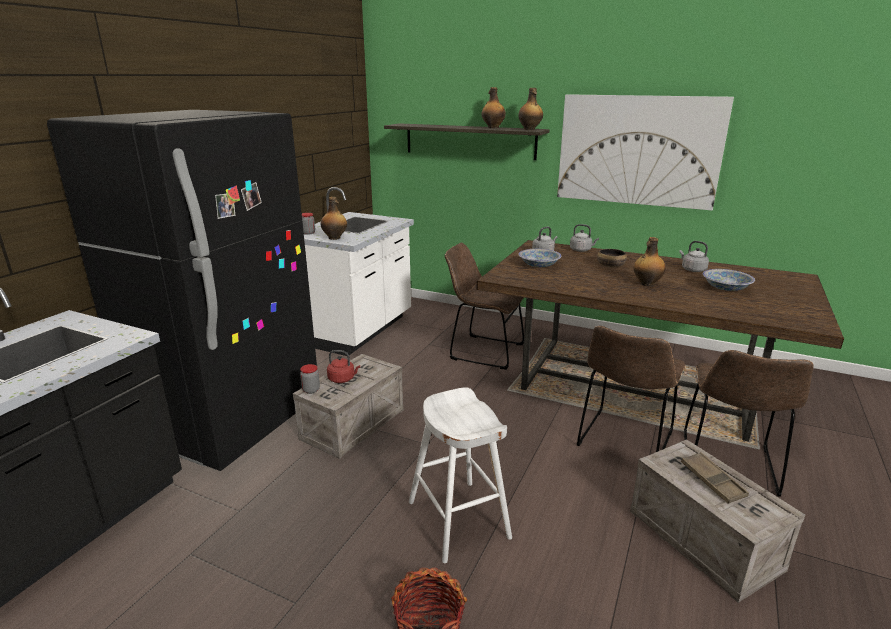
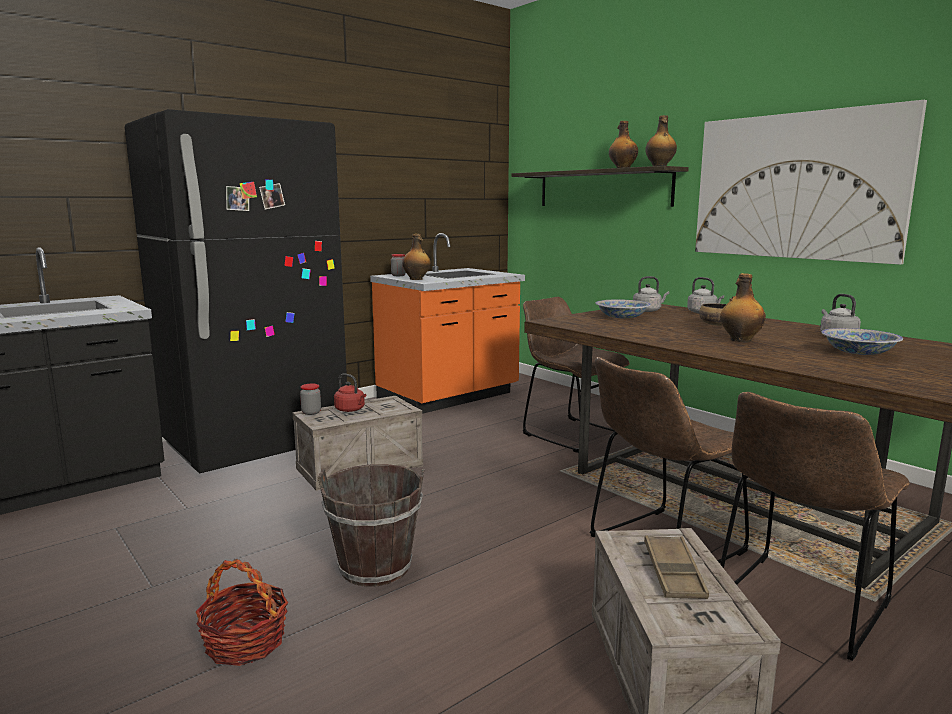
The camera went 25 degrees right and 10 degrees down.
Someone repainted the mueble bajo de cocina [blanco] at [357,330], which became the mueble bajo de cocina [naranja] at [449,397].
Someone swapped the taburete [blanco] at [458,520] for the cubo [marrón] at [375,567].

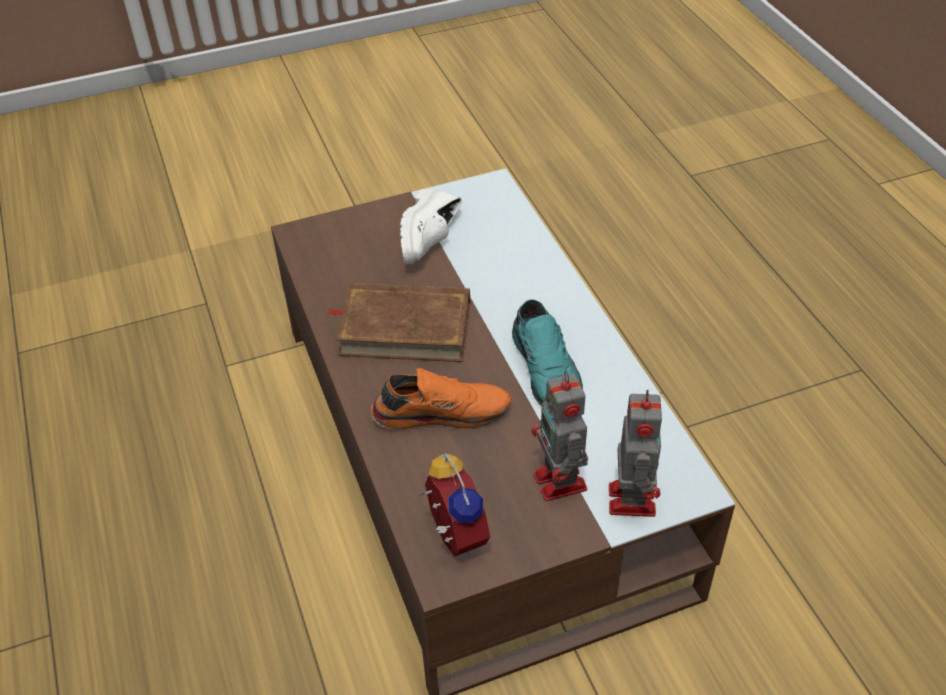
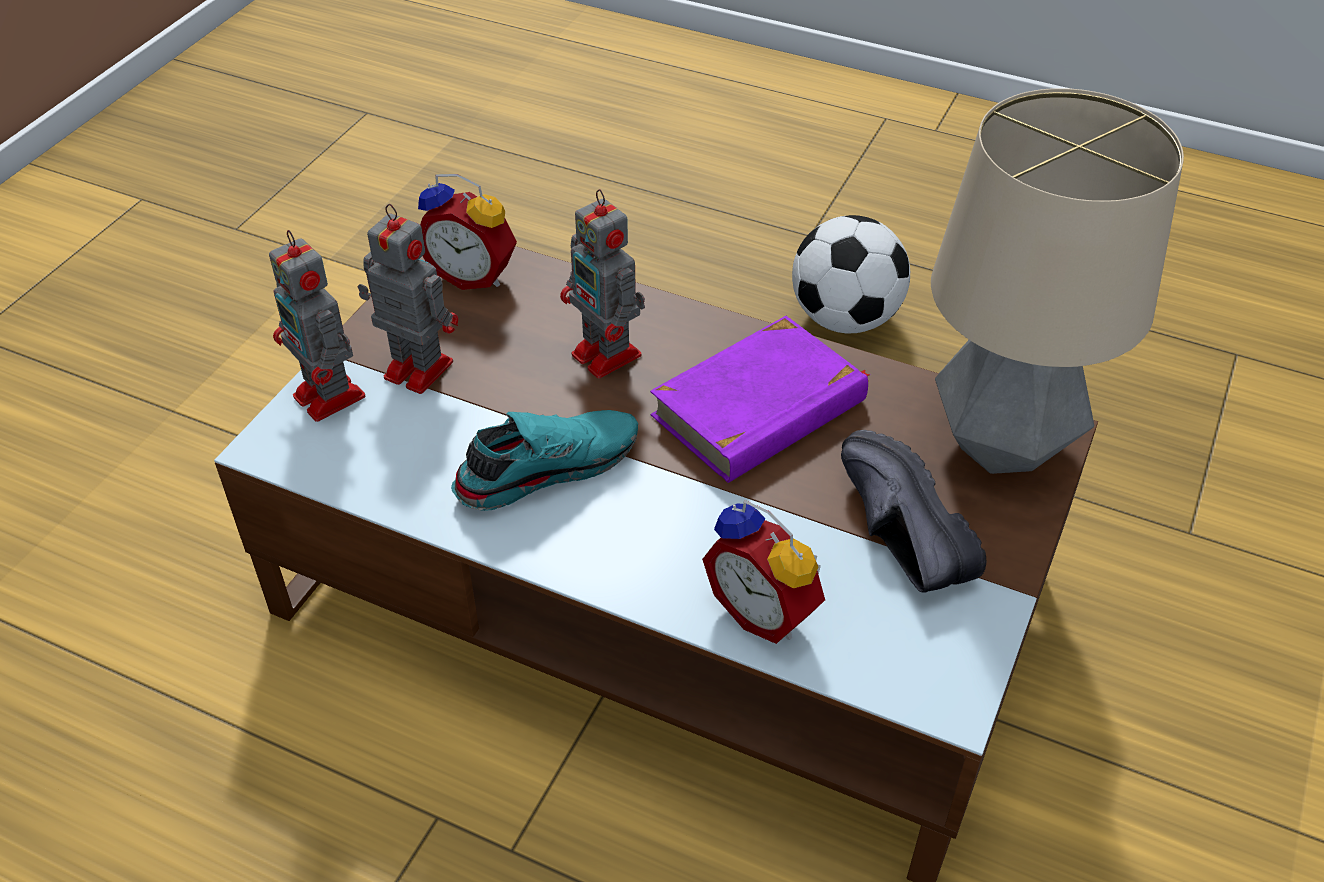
The camera went 135 degrees right and 0 degrees up.
Someone repainted the libro [marrón] at [405,328], which became the libro [morado] at [760,409].
Someone swapped the zapato [naranja] at [441,411] for the robot de juguete at [608,357].
Someone repainted the zapato [blanco] at [432,240], which became the zapato [negro] at [892,538].
Someone rotated the zapato [turquesa] at [548,370] by 120 degrees clockwise.
Someone put down the despertador at [765,611].
Someone put down the balón de fútbol at [845,318].
Someone put down the lámpara de mesa at [1000,446].

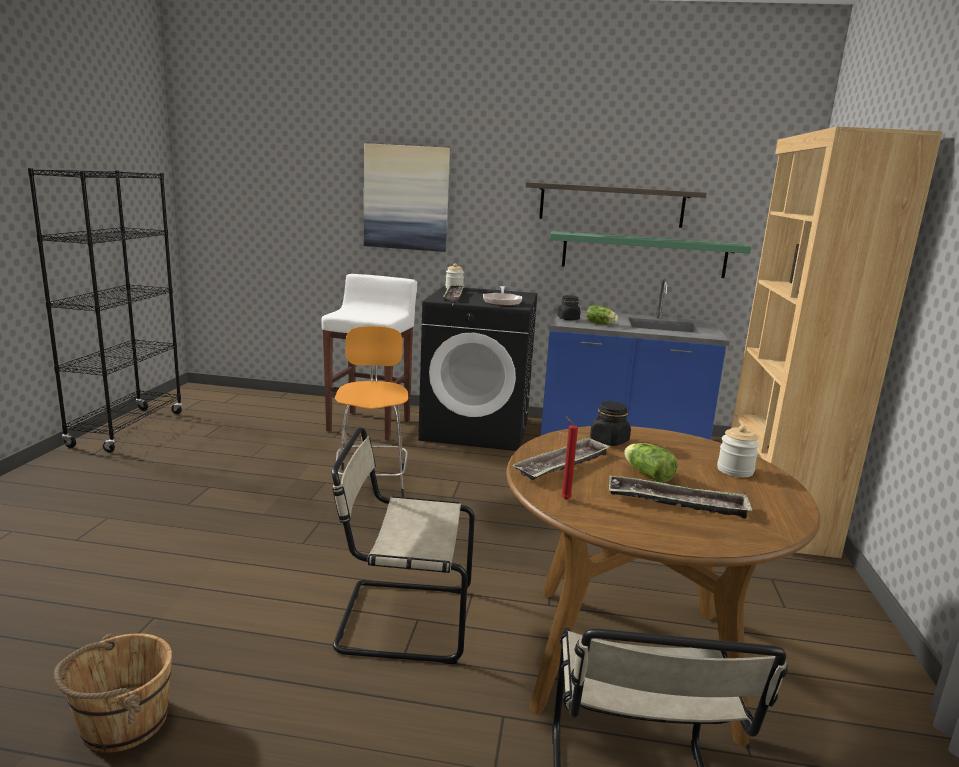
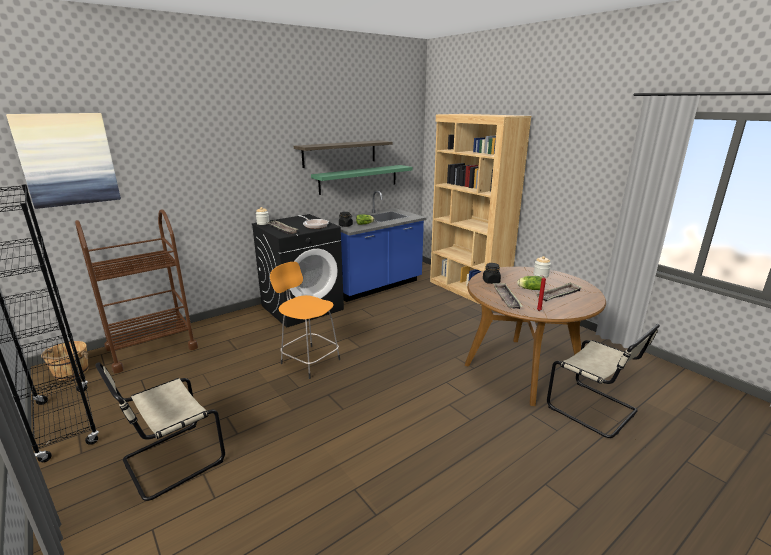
The camera went 45 degrees left and 5 degrees up.
Someone carried the cubo [marrón] from [122,722] to [71,372].
Someone took away the taburete [blanco] at [370,425].
Someone carried the silla [beis] from [399,620] to [170,462].
Someone carried the cuadro from [406,198] to [68,159].
Someone put down the carrito [marrón] at [152,348].

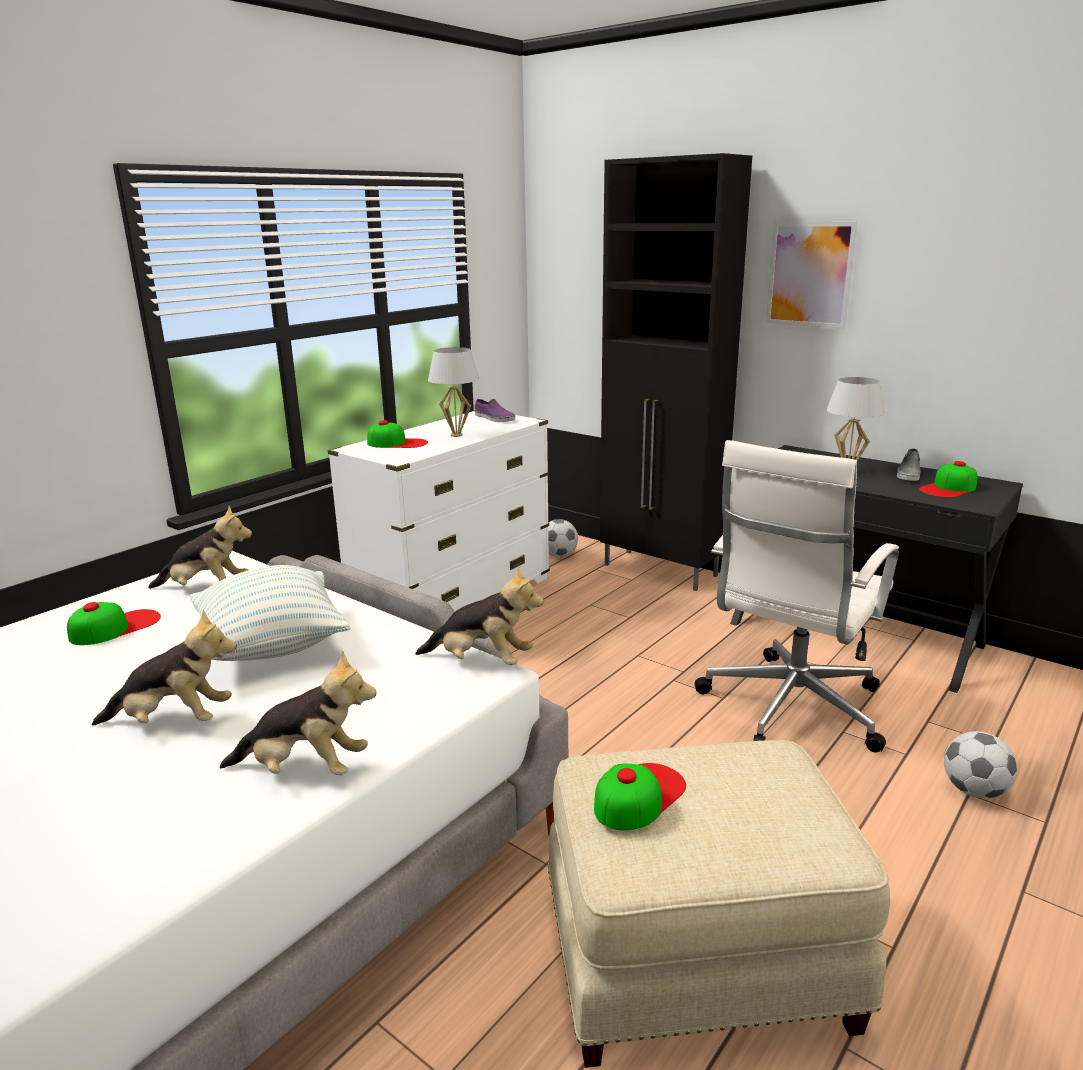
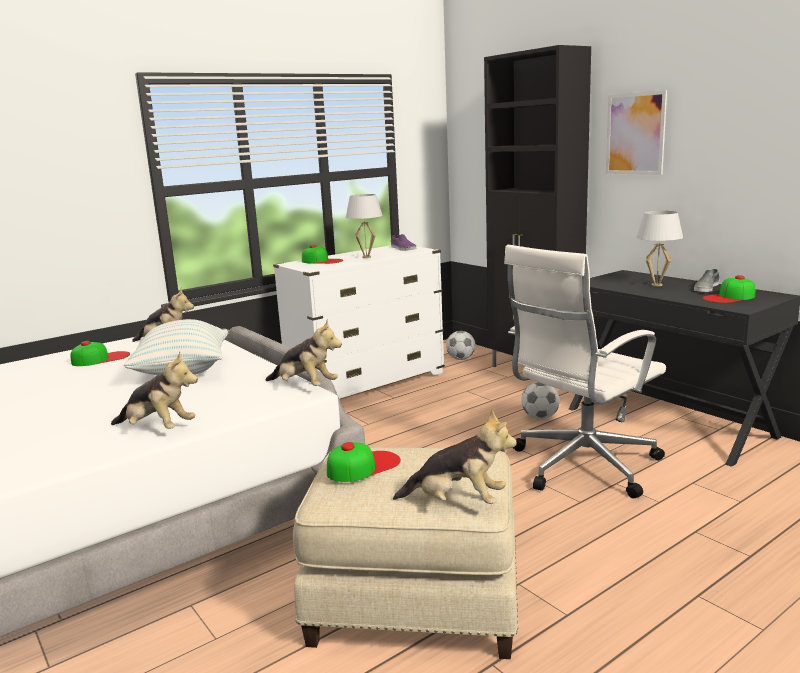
The camera went 15 degrees right and 5 degrees down.
Someone carried the peluche from [173,721] to [457,502].
Someone carried the balón de fútbol from [974,791] to [540,417].

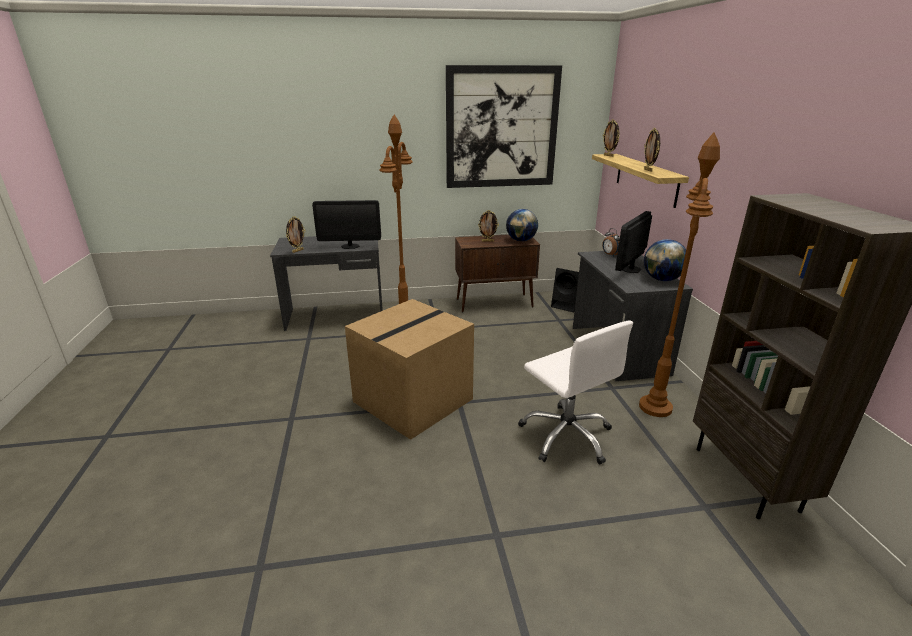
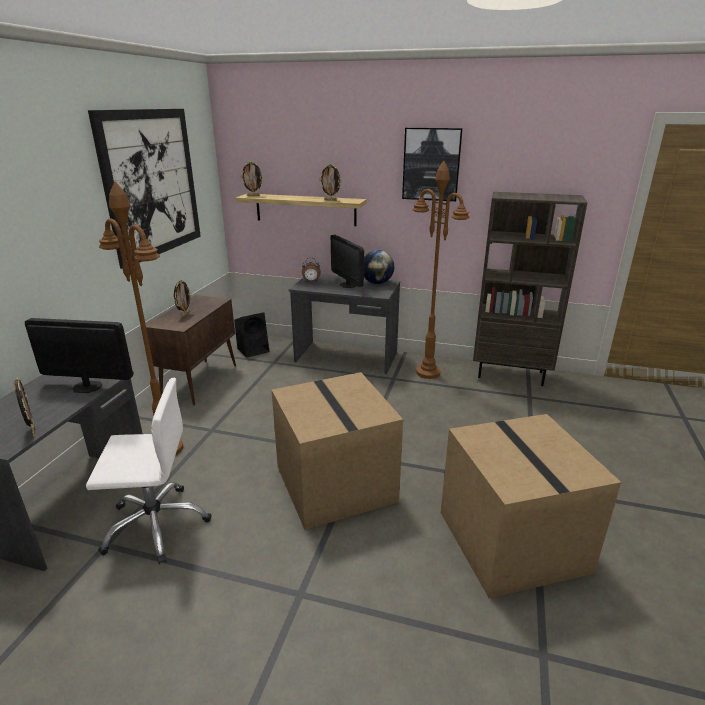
The camera went 65 degrees left and 0 degrees up.
Someone rotated the monitor at [350,246] by 105 degrees counterclockwise.
Someone took away the globo terráqueo at [521,240].
Someone carried the silla de oficina [blanco] from [566,435] to [156,524].
Someone put up the cuadro at [431,164].
Someone put down the caja de cartón at [514,542].

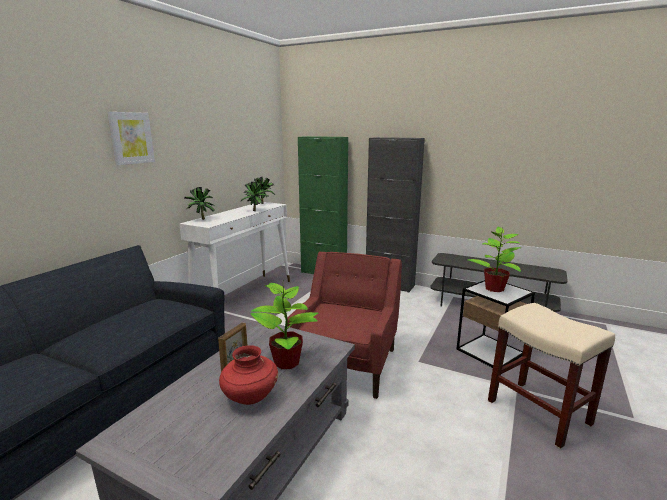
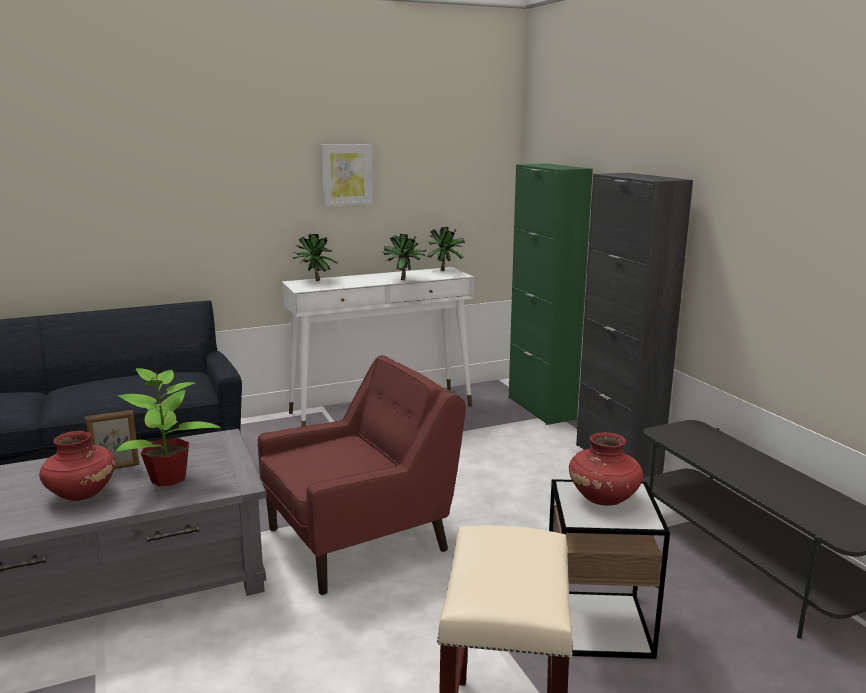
The camera went 40 degrees right and 0 degrees up.
Someone carried the cuadro from [131,138] to [346,174].
Someone swapped the planta en maceta at [494,288] for the florero [rojo] at [603,499].

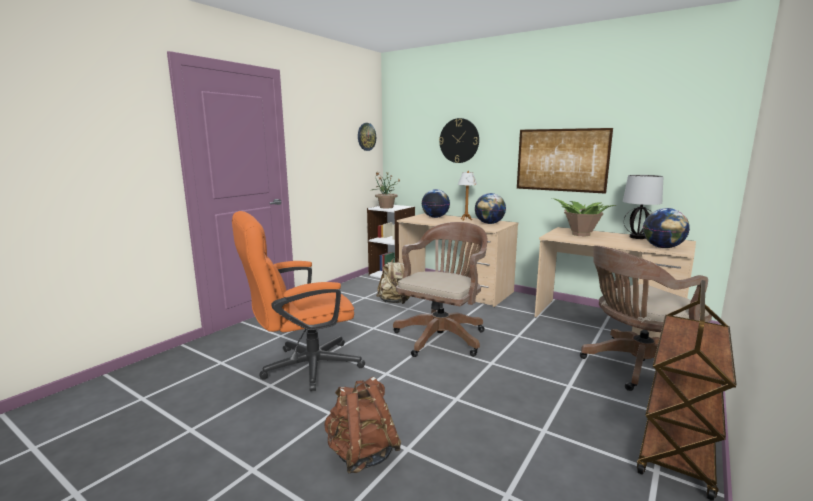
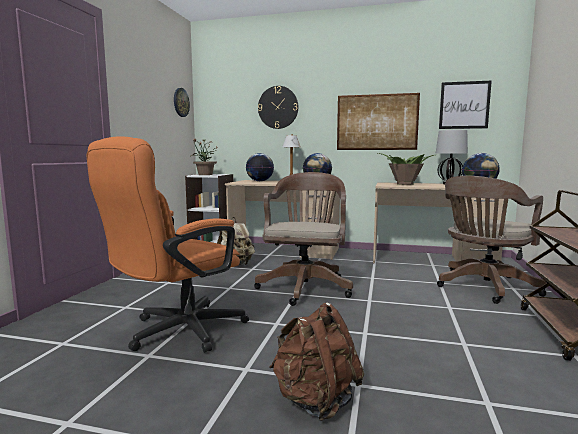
The camera went 20 degrees left and 5 degrees down.
Someone put up the cuadro at [464,105].

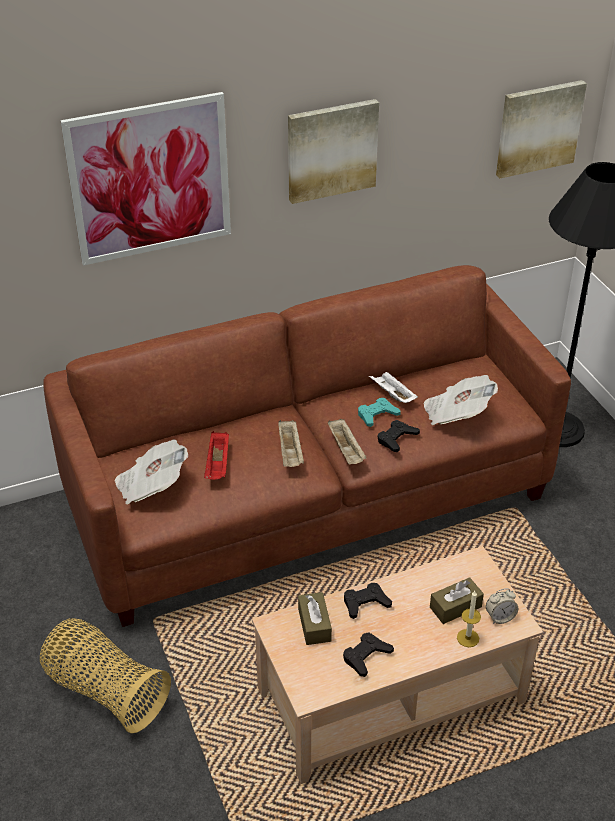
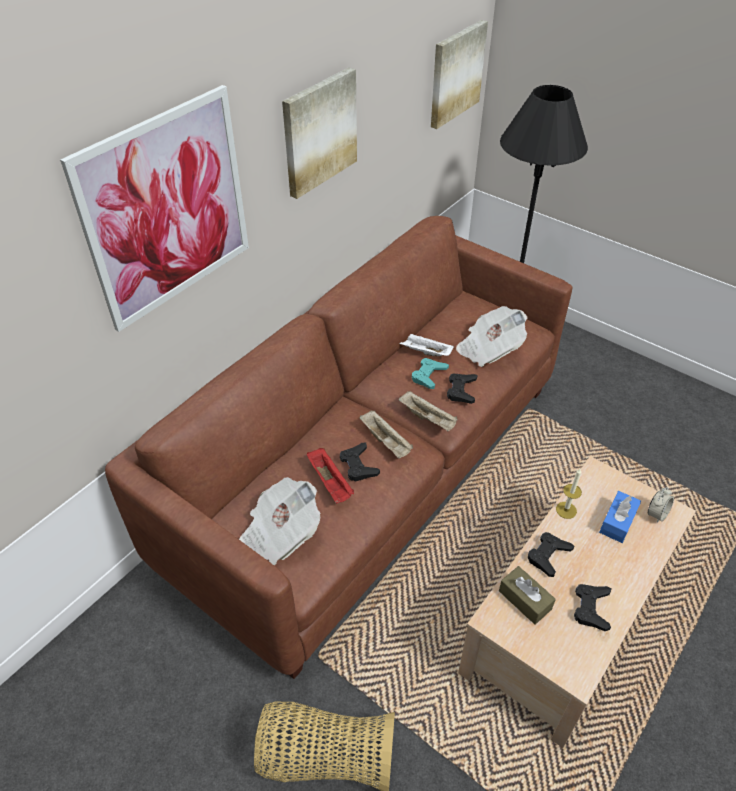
The camera went 30 degrees left and 5 degrees up.
Someone repainted the caja de pañuelos [marrón] at [455,607], which became the caja de pañuelos [azul] at [617,522].
Someone carried the vela from [468,638] to [566,510].
Someone put down the mando de consola [negro] at [358,465].

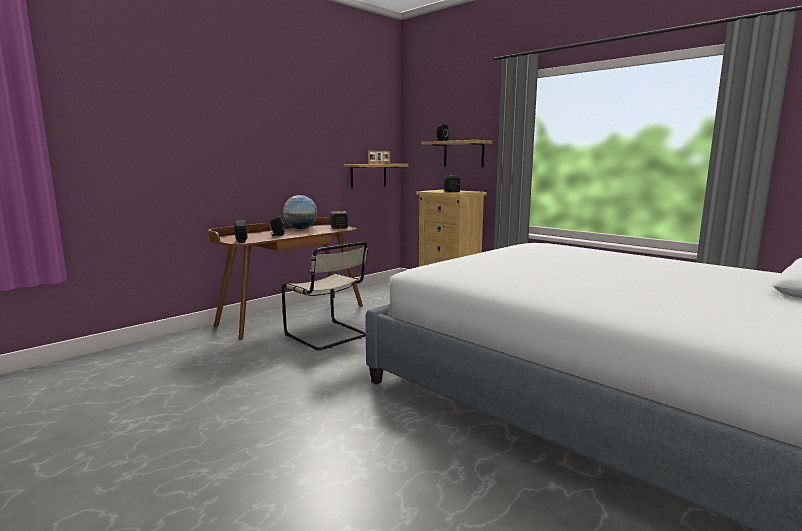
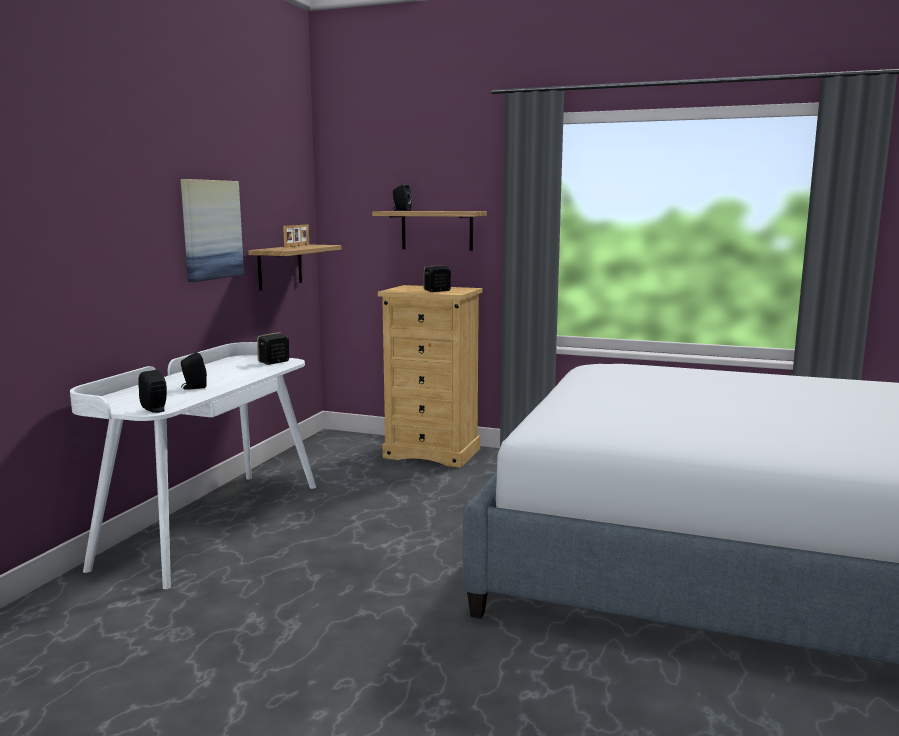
The camera went 25 degrees left and 0 degrees up.
Someone repainted the escritorio [marrón] at [292,315], which became the escritorio [blanco] at [212,523].
Someone took away the silla [beis] at [328,336].
Someone took away the globo terráqueo at [301,229].
Someone put up the cuadro at [211,229].

